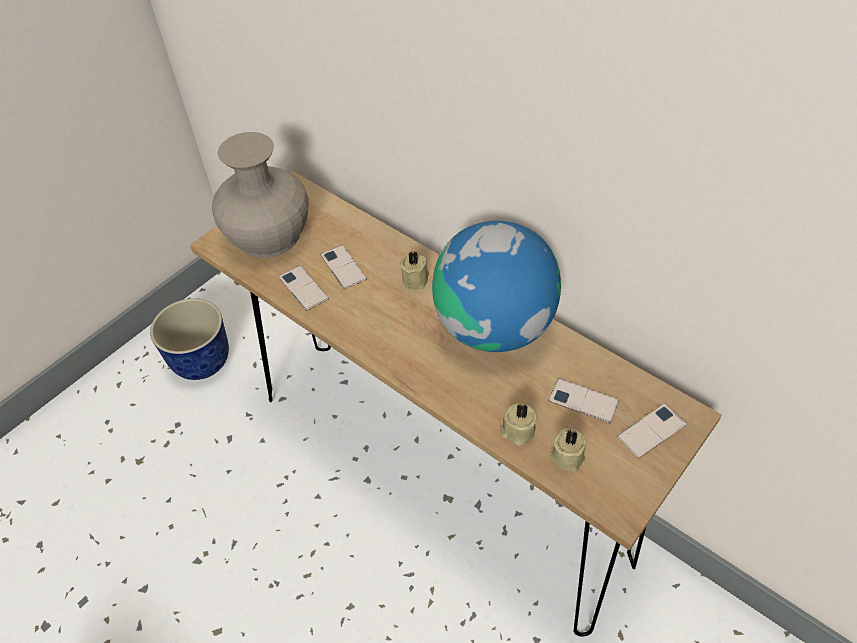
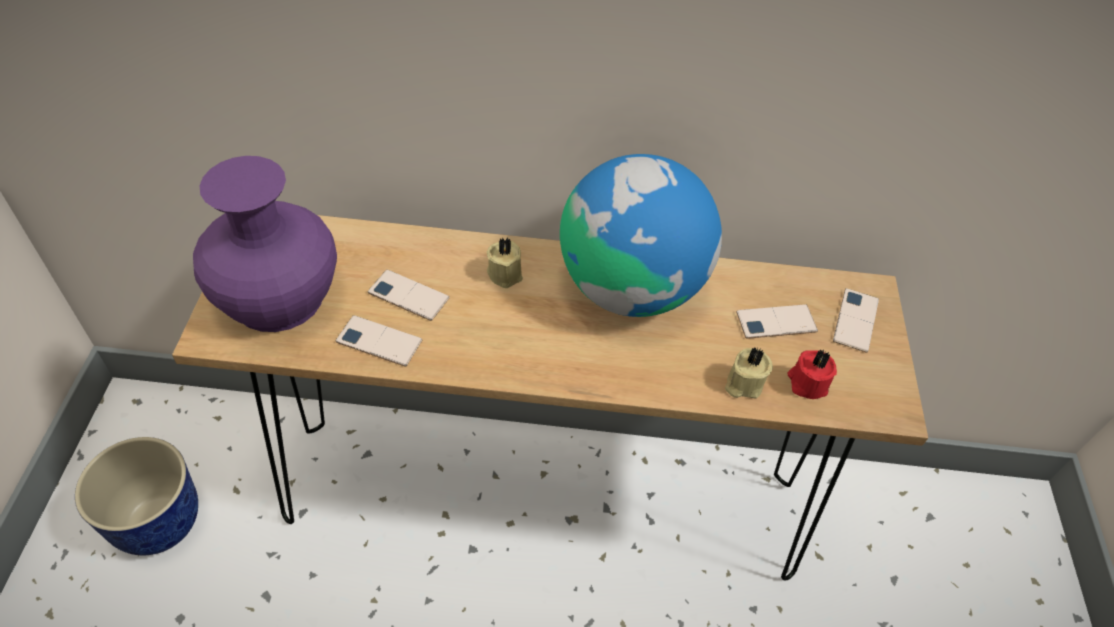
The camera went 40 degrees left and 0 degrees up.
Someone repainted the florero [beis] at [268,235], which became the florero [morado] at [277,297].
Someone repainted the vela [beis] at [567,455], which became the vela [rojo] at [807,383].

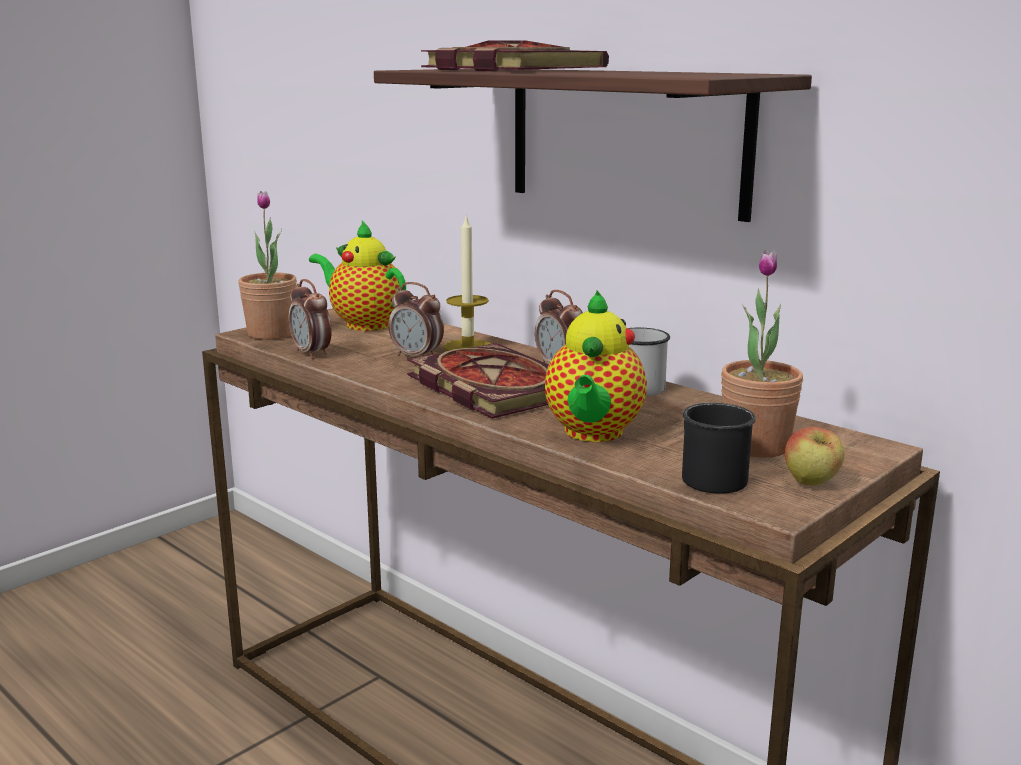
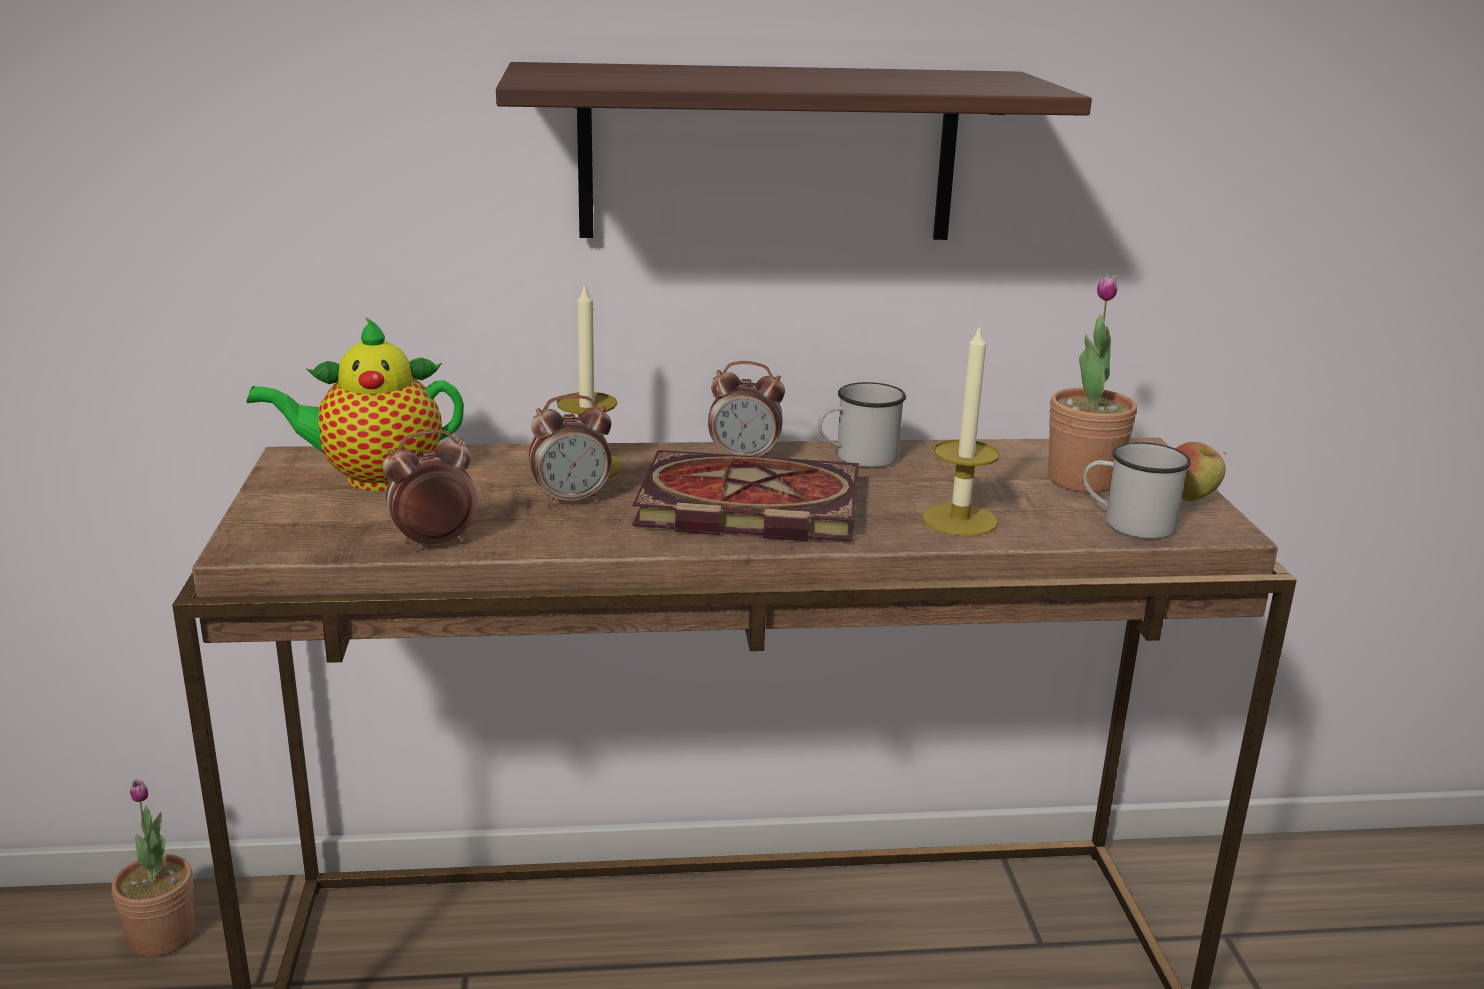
The camera went 50 degrees left and 5 degrees up.
Someone carried the planta en maceta from [271,334] to [162,936].
Someone rotated the despertador at [312,354] by 150 degrees clockwise.
Someone took away the libro at [506,69].
Someone swapped the tetera at [593,433] for the vela at [959,520].
Someone repainted the taza grande [negro] at [708,476], which became the taza grande [blanco] at [1127,523].

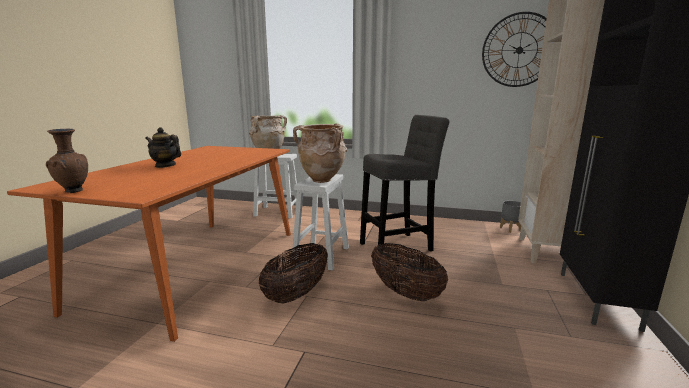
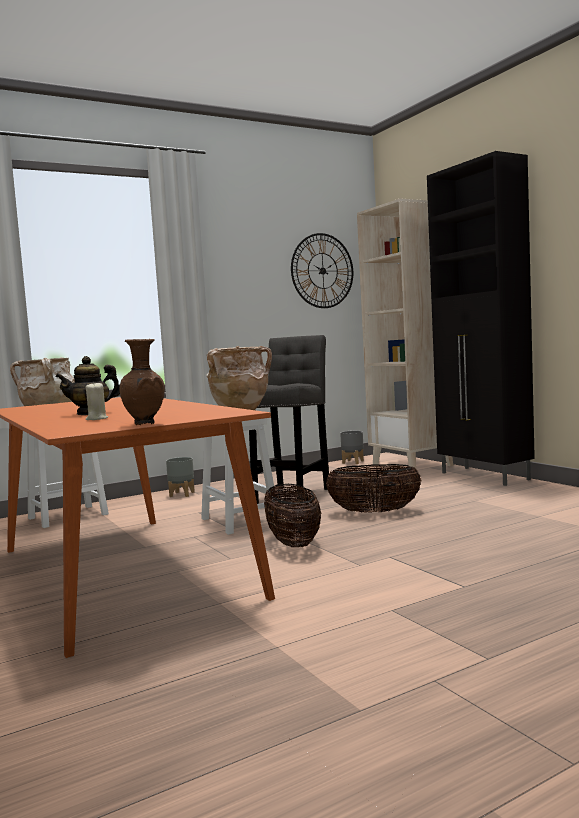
The camera went 45 degrees left and 10 degrees down.
Someone put down the vela [beis] at [96,419].
Someone put down the maceta [gris] at [181,494].

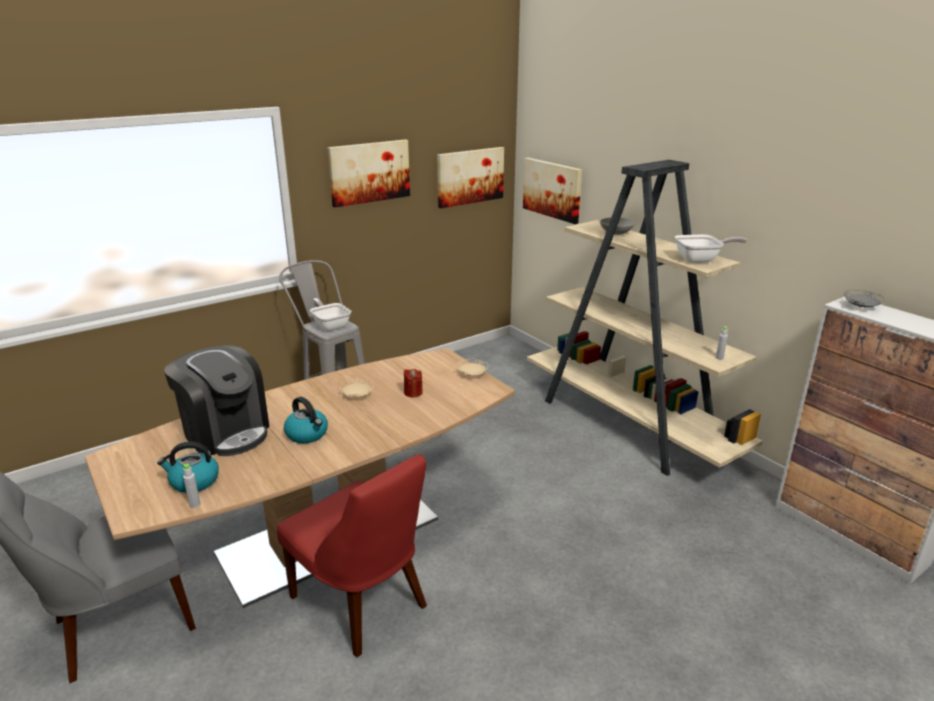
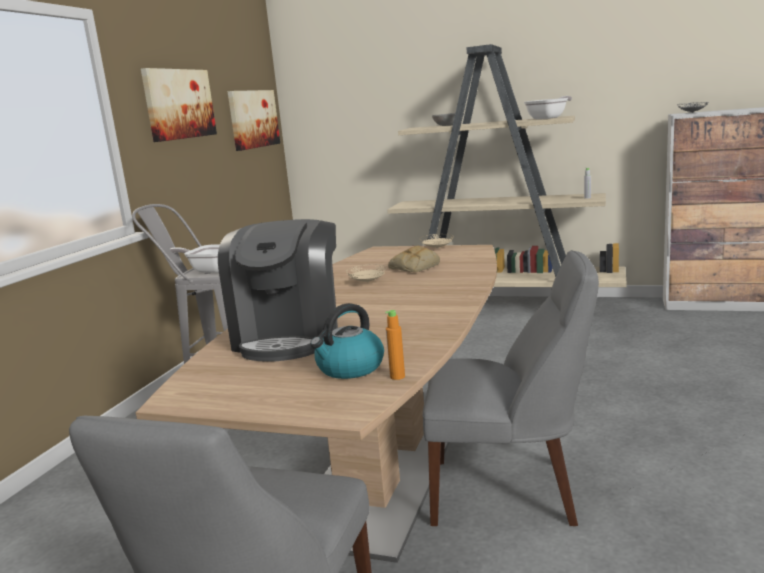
The camera went 35 degrees left and 10 degrees down.
Someone rotated the cafetera at [226,432] by 90 degrees clockwise.
Someone repainted the botella [gris] at [195,504], which became the botella [naranja] at [397,376].
Someone repainted the silla [rojo] at [362,604], which became the silla [gris] at [510,492].
Someone took away the hervidor at [307,434].
Someone swapped the vela [rojo] at [413,393] for the pan at [414,267].
Someone took away the cuadro at [552,189].

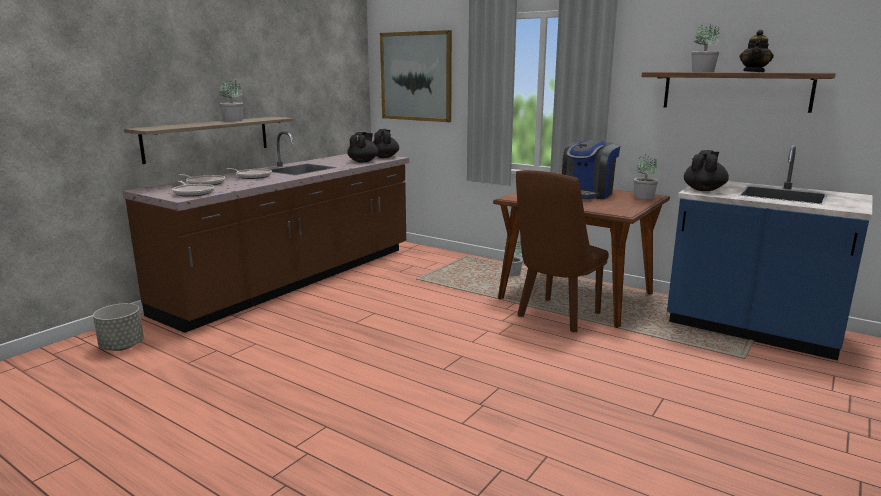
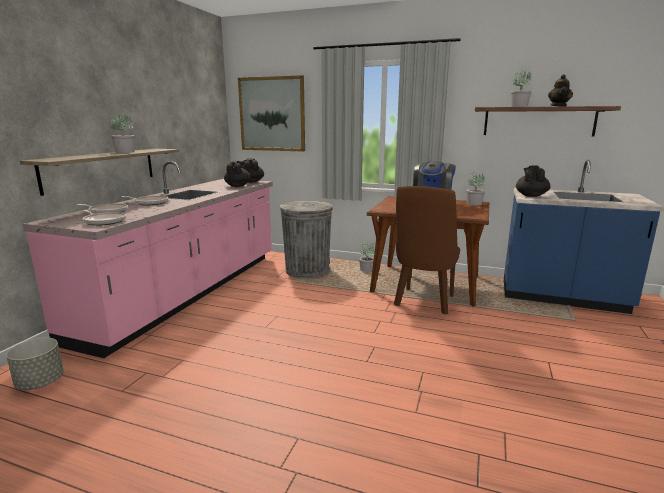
The camera went 15 degrees left and 0 degrees up.
Someone repainted the mueble bajo de cocina [marrón] at [295,279], which became the mueble bajo de cocina [rosa] at [189,292].
Someone put down the papelera [gris] at [307,270].

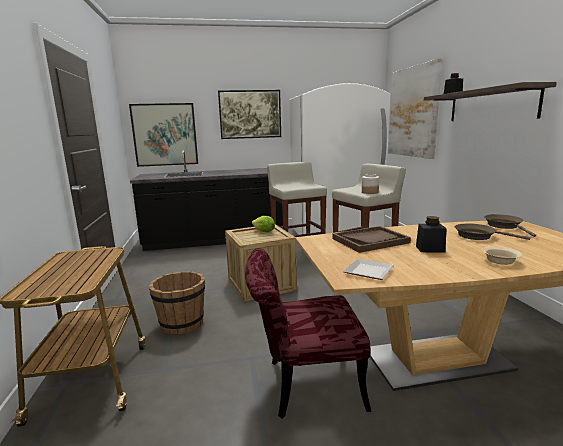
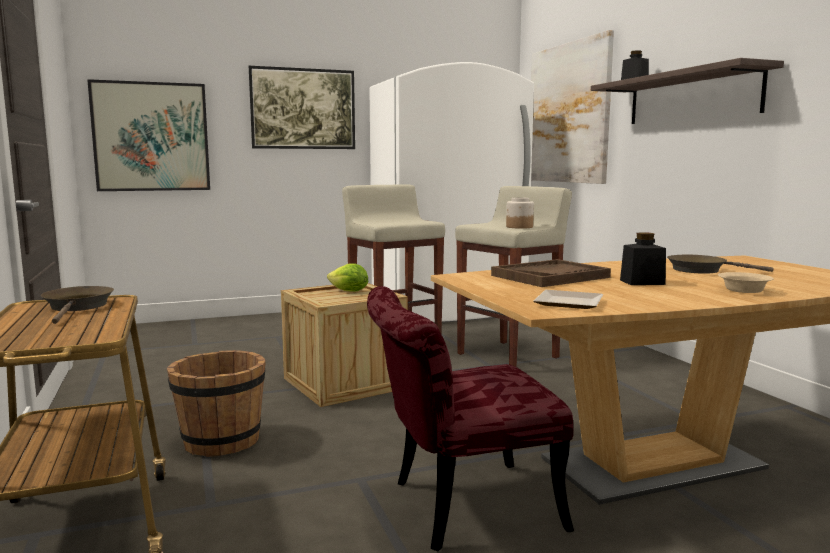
The camera went 10 degrees left and 5 degrees down.
Someone took away the mueble bajo de cocina [negro] at [215,240].
Someone carried the sartén [marrón] from [505,226] to [78,307].

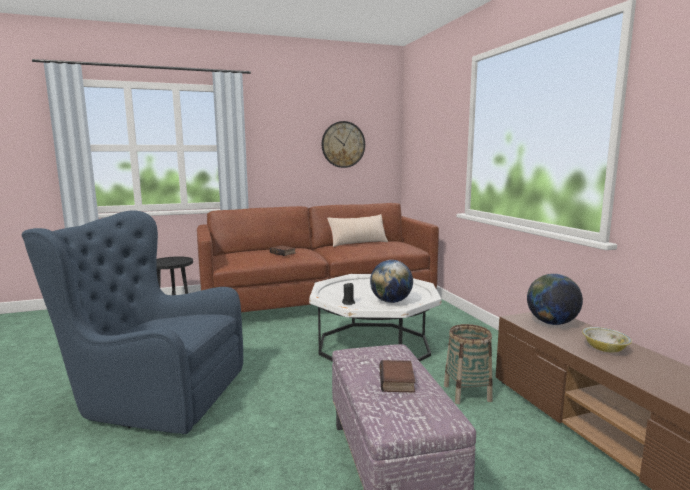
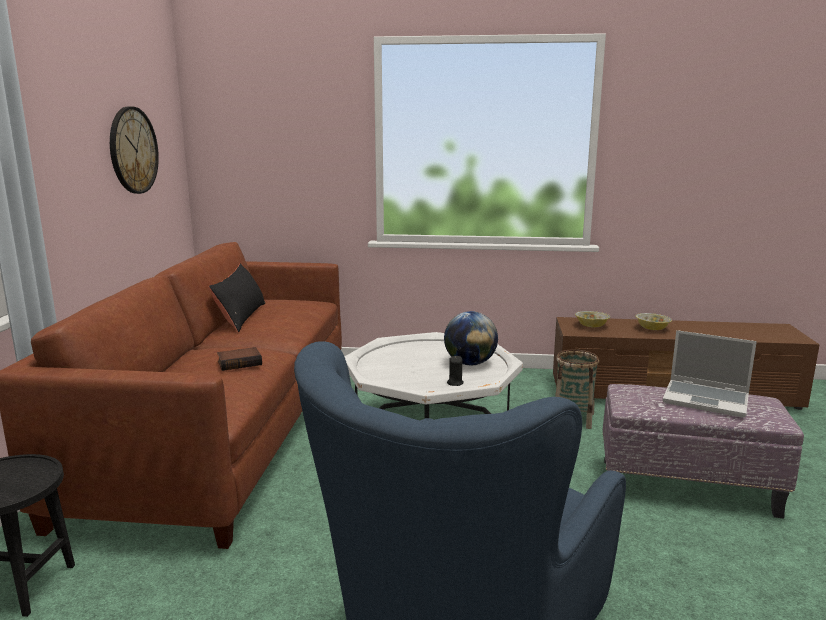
The camera went 65 degrees left and 5 degrees up.
Someone repainted the cojín [beis] at [358,243], which became the cojín [negro] at [241,317].
Someone swapped the libro at [398,381] for the portátil at [707,400].
Someone swapped the globo terráqueo at [551,323] for the cuenco at [591,326].

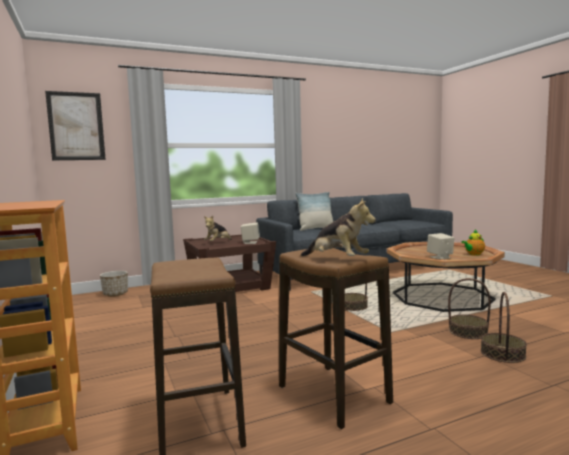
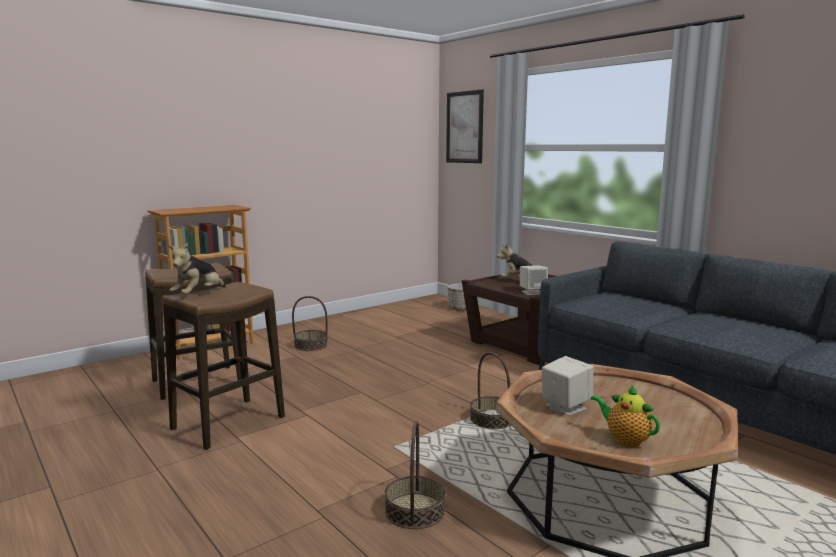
The camera went 75 degrees right and 5 degrees up.
Someone took away the cojín at [316,228].
Someone carried the cesta from [503,354] to [310,345].

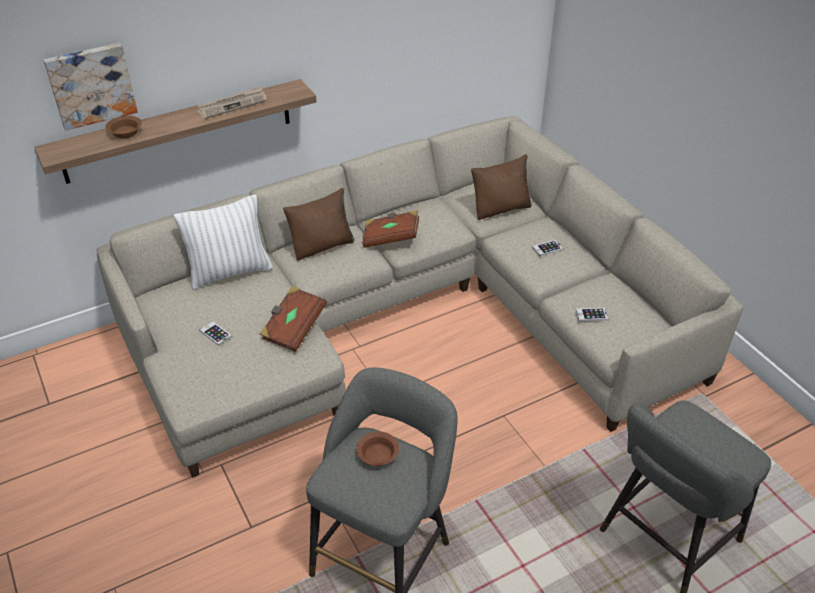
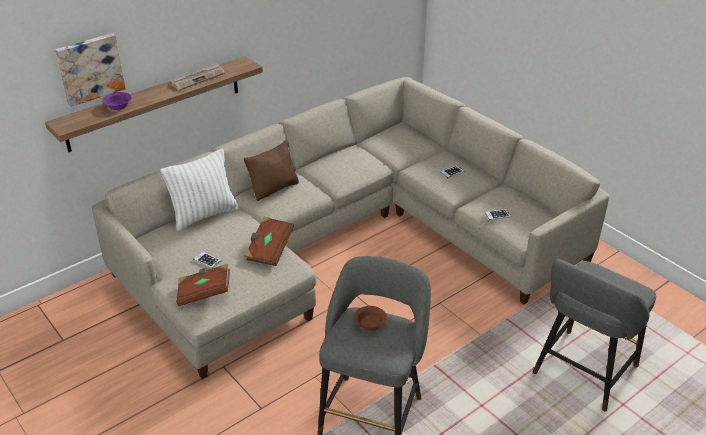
The camera went 10 degrees left and 5 degrees down.
Someone repainted the cuenco [marrón] at [125,133], which became the cuenco [morado] at [118,106].
Someone carried the libro [marrón] from [391,238] to [204,293].
Someone took away the cojín [marrón] at [501,209].

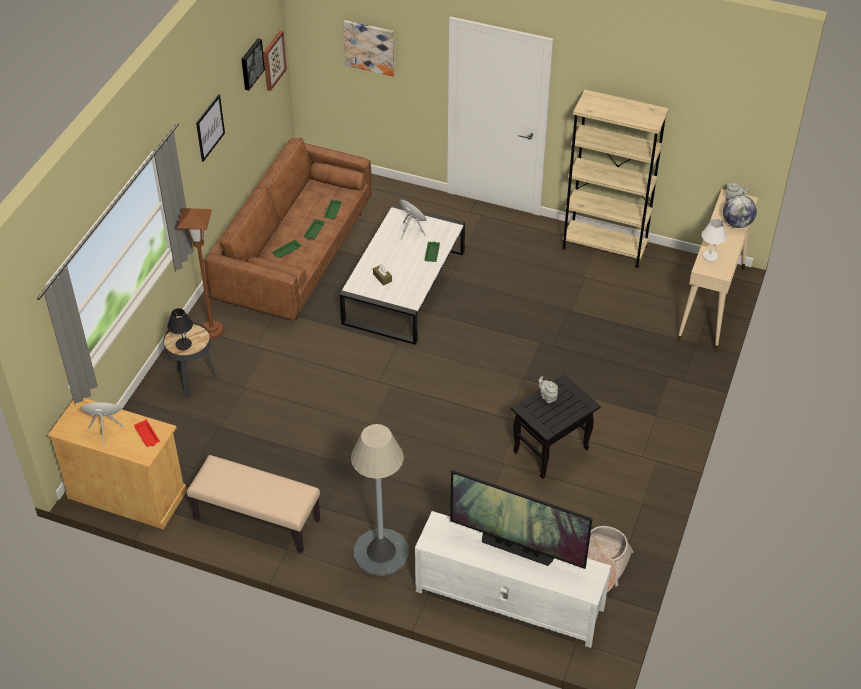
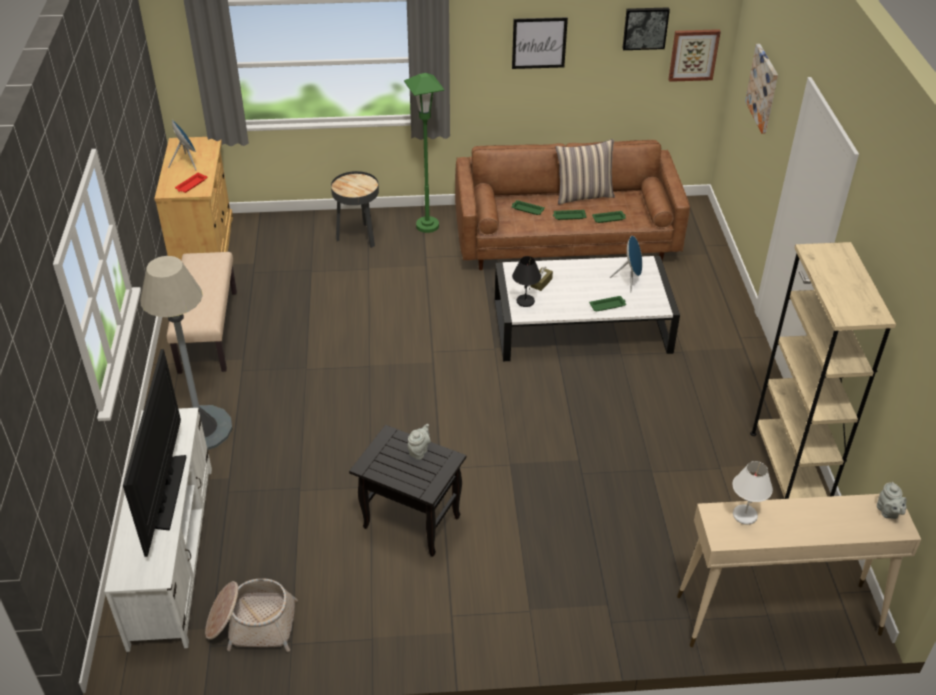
The camera went 65 degrees right and 5 degrees down.
Someone carried the lámpara de mesa [negro] from [183,344] to [525,301].
Someone repainted the lámpara de pie [marrón] at [212,330], which became the lámpara de pie [verde] at [427,226].
Someone took away the globo terráqueo at [737,223].
Someone put down the cojín at [583,195].

